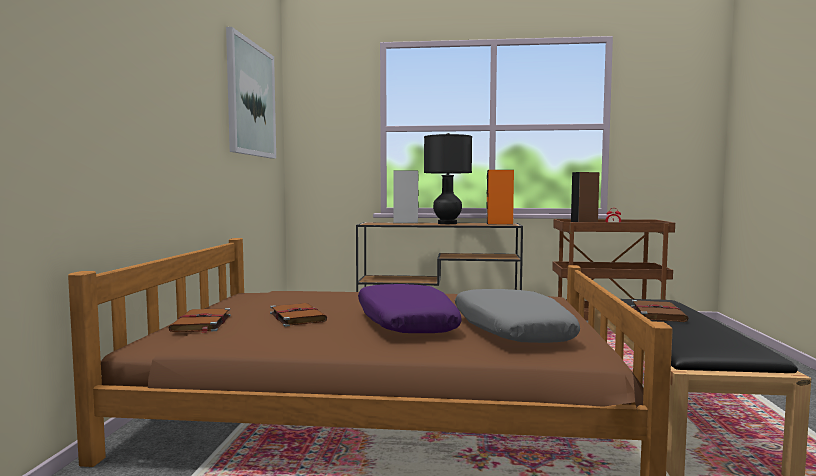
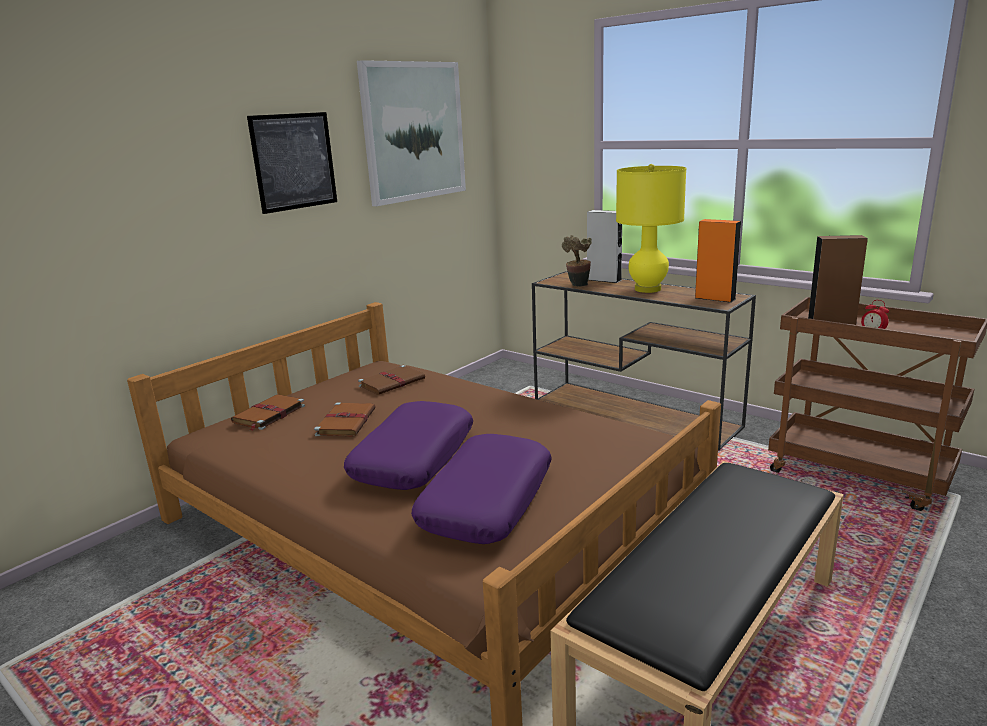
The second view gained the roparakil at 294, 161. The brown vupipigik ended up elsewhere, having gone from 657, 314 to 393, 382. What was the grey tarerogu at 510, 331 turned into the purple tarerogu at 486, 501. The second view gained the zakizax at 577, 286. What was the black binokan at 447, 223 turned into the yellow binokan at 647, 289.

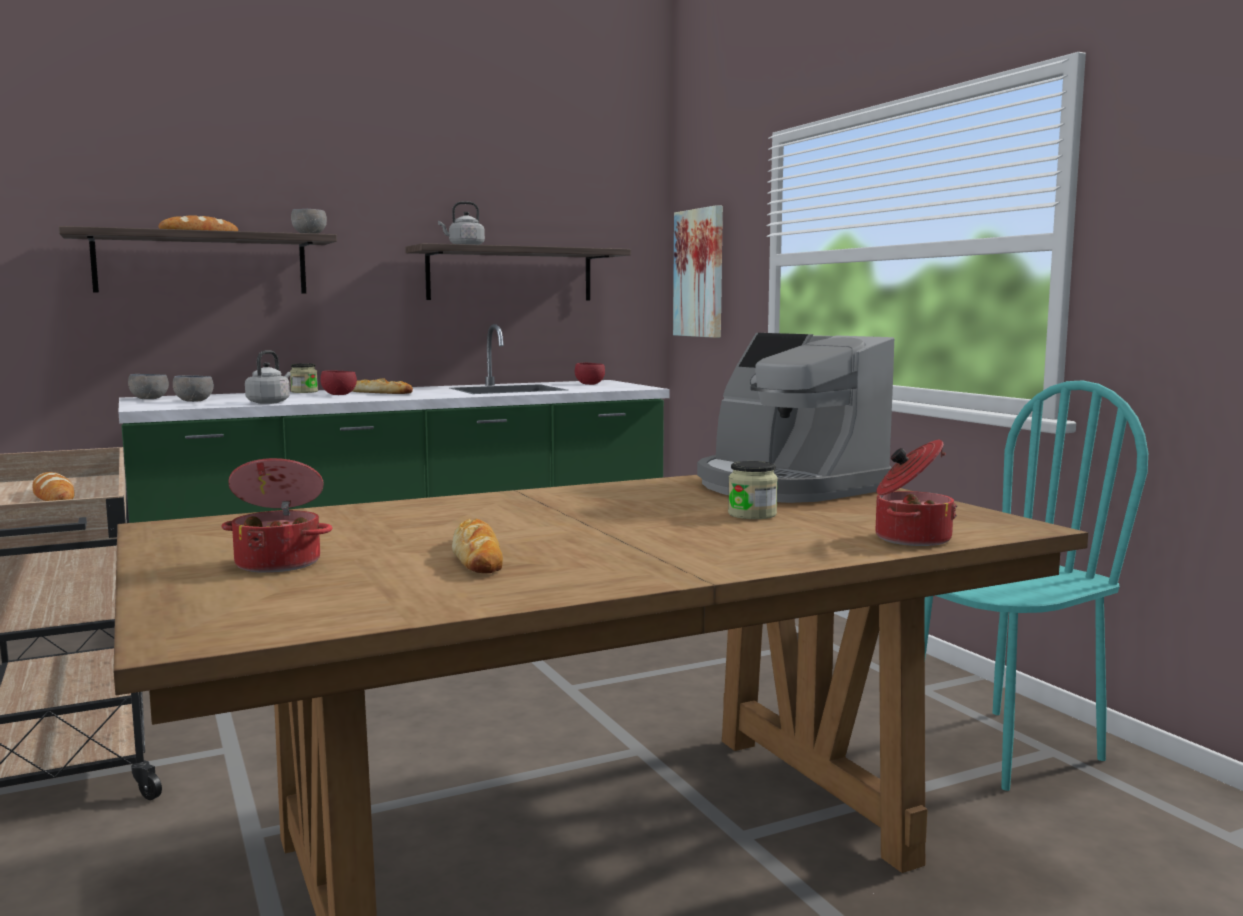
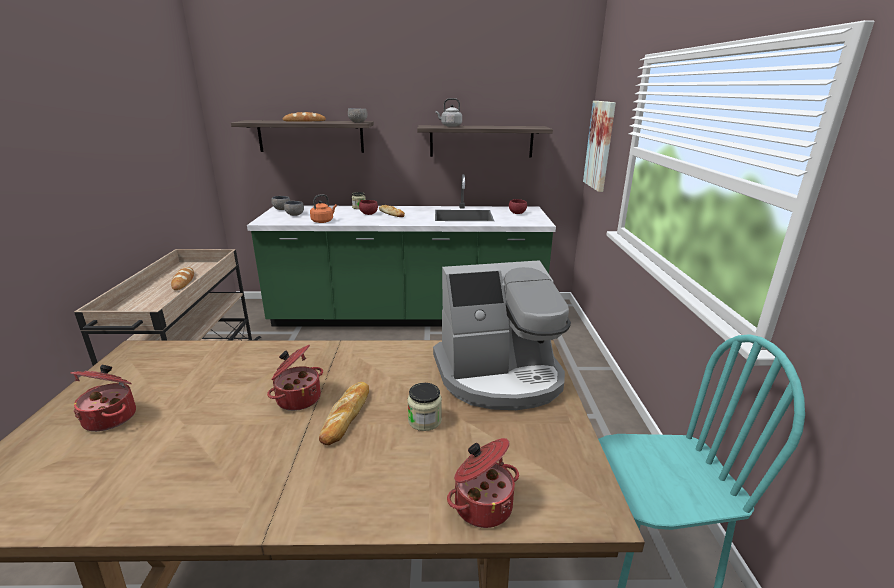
The second view gained the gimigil at 298, 398. What was the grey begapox at 270, 402 turned into the orange begapox at 323, 221. The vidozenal ended up elsewhere, having gone from 478, 556 to 346, 415. The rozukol at 785, 486 ended up facing another way, 90 degrees counterclockwise from before.

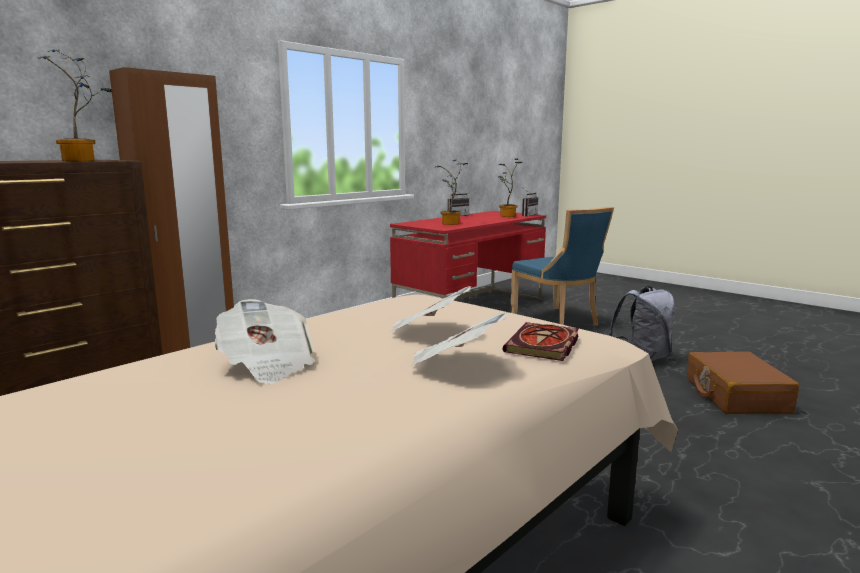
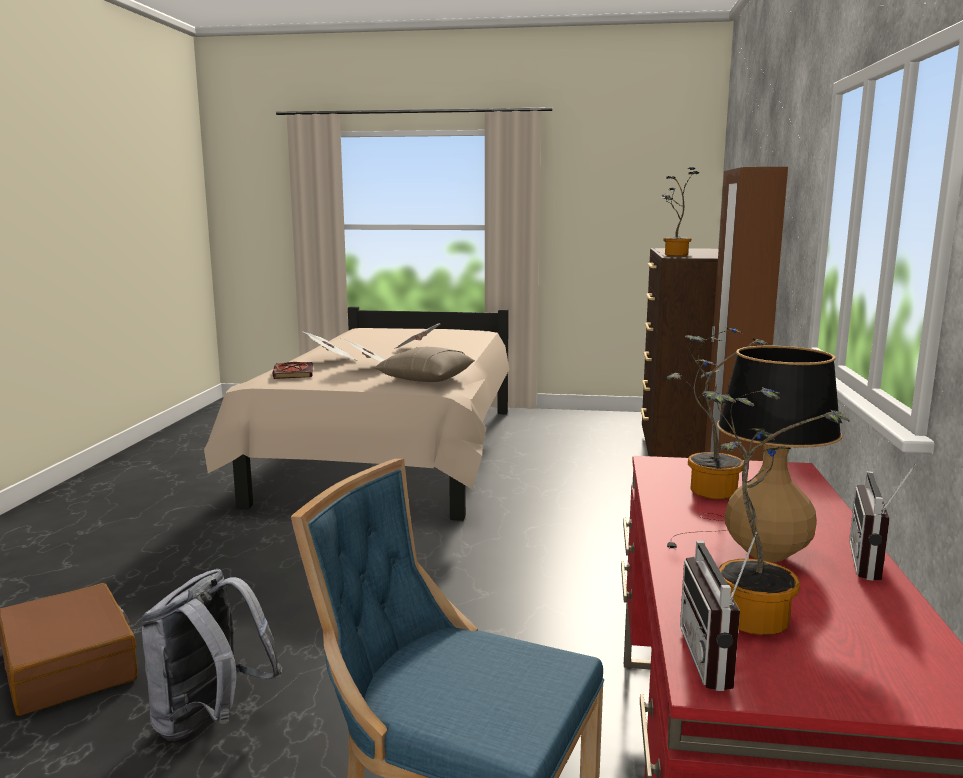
The second view gained the beige tarerogu at 425, 378. The second view gained the binokan at 755, 550.

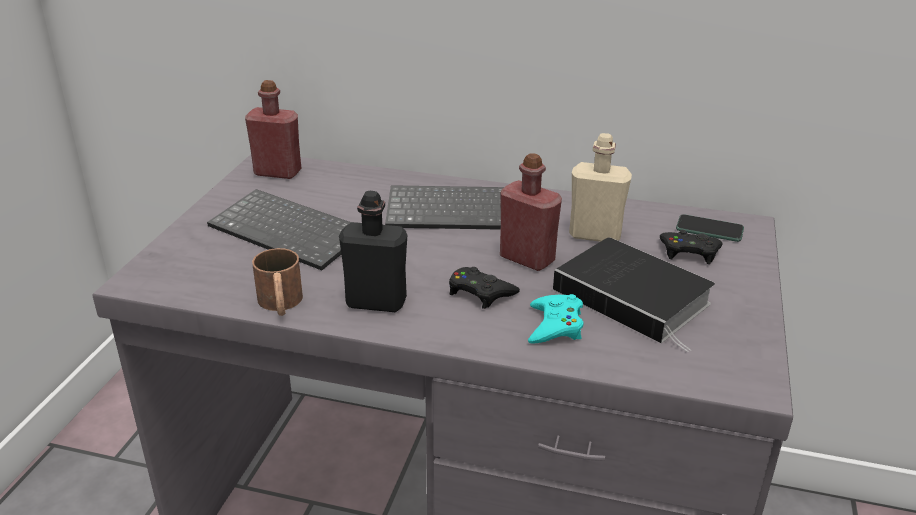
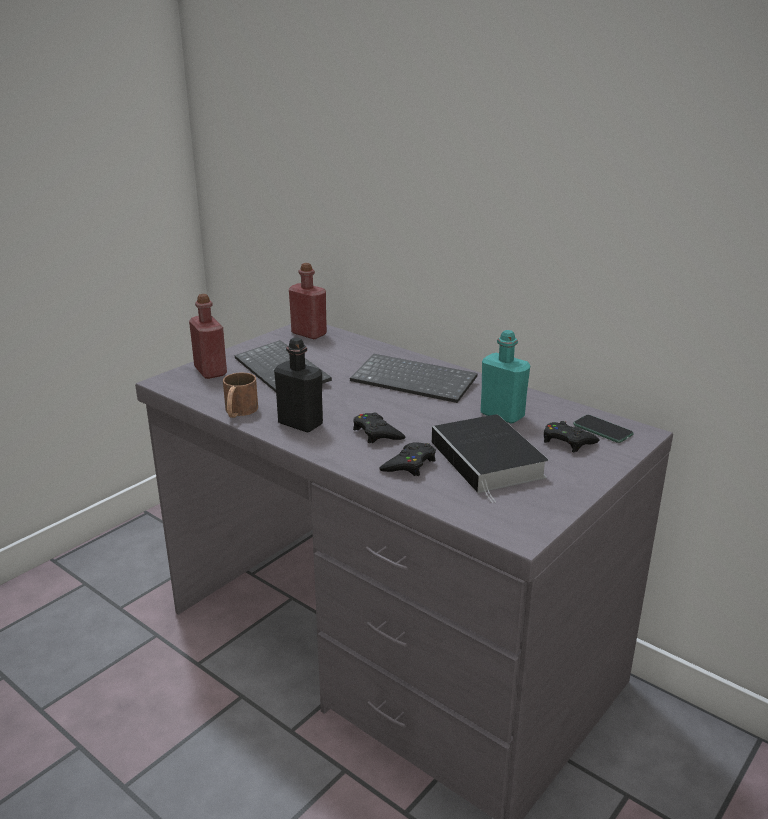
The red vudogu ended up elsewhere, having gone from 527, 258 to 210, 371. What was the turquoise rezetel at 555, 326 turned into the black rezetel at 409, 464. What was the beige vudogu at 595, 234 turned into the turquoise vudogu at 502, 415.

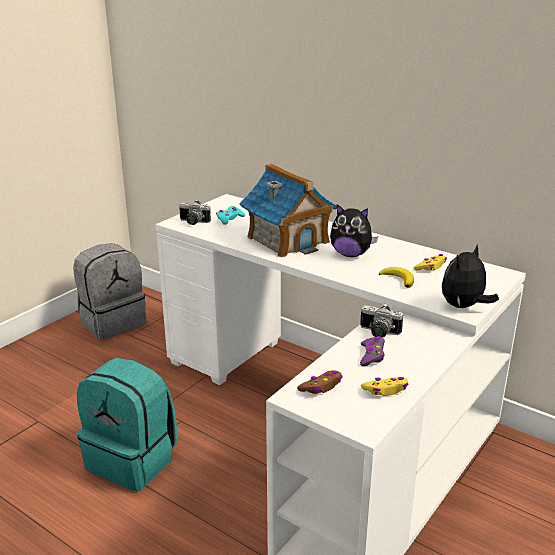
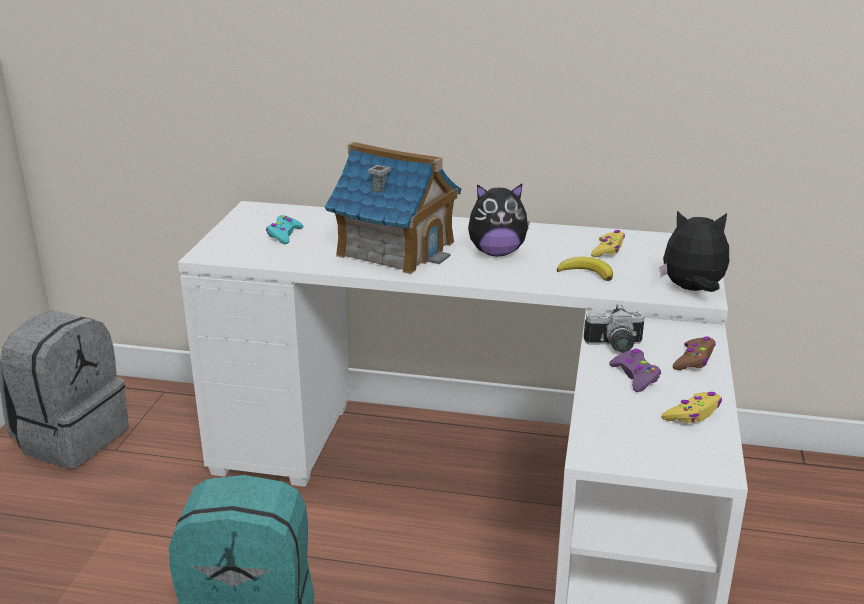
The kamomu at 463, 306 ended up facing another way, 75 degrees clockwise from before. The brown rezetel ended up elsewhere, having gone from 321, 387 to 694, 360. The second view lost the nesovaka at 193, 222.

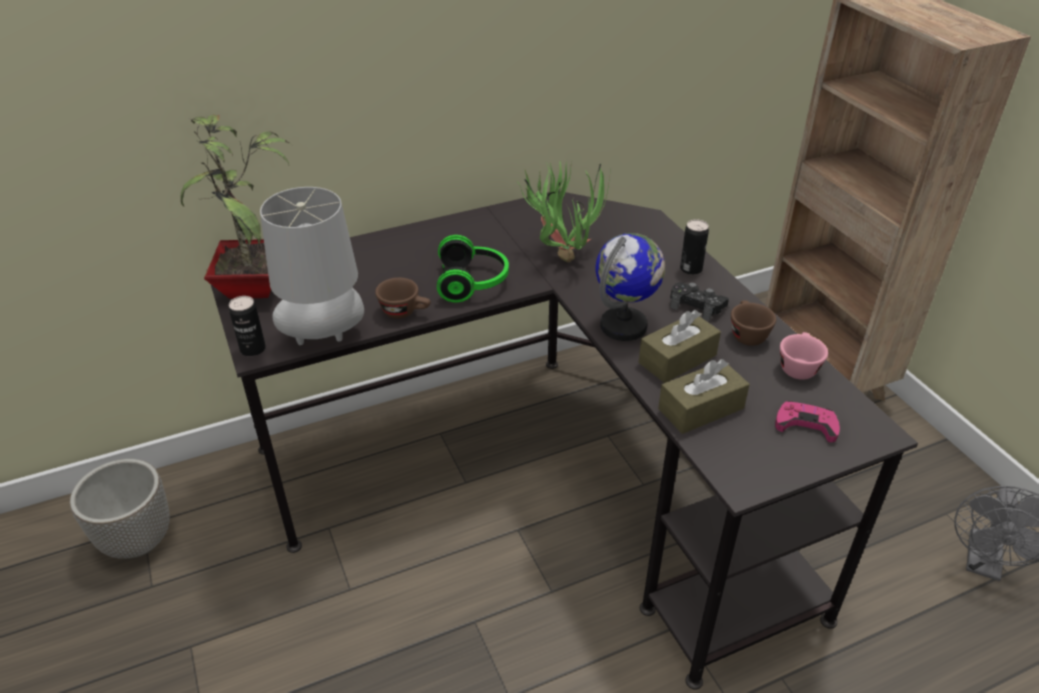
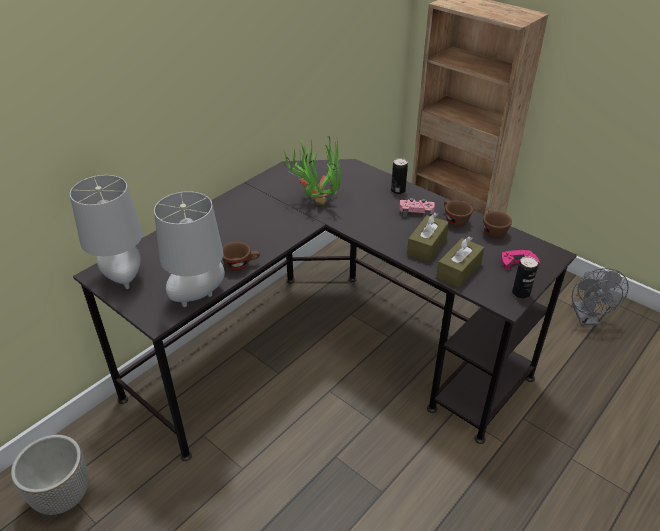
Where the zakizax stood at 256, 287, the grey binokan came to stand at 122, 277. What was the black rezetel at 697, 305 turned into the pink rezetel at 416, 211. What was the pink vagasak at 798, 366 turned into the brown vagasak at 492, 231. The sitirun ended up elsewhere, having gone from 253, 349 to 521, 293. The second view lost the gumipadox at 473, 282. The second view lost the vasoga at 624, 326.

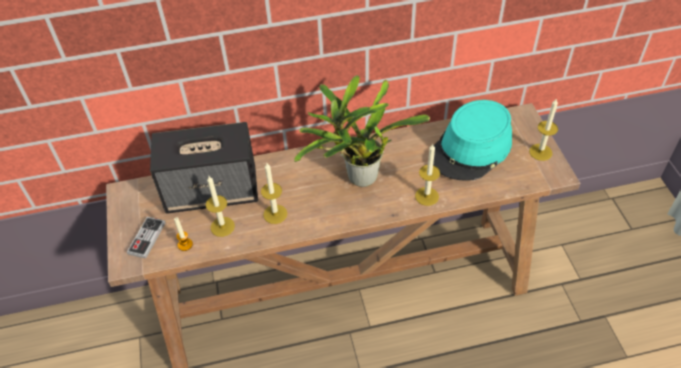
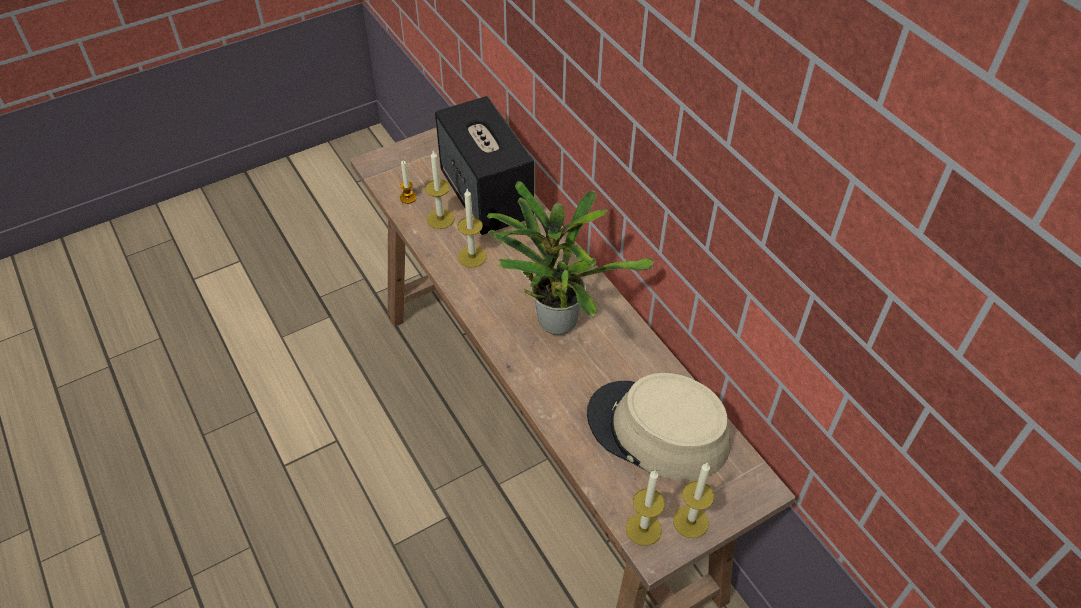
What was the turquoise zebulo at 471, 149 turned into the beige zebulo at 657, 431. The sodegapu ended up elsewhere, having gone from 427, 196 to 643, 529. The second view lost the rezetel at 147, 238.

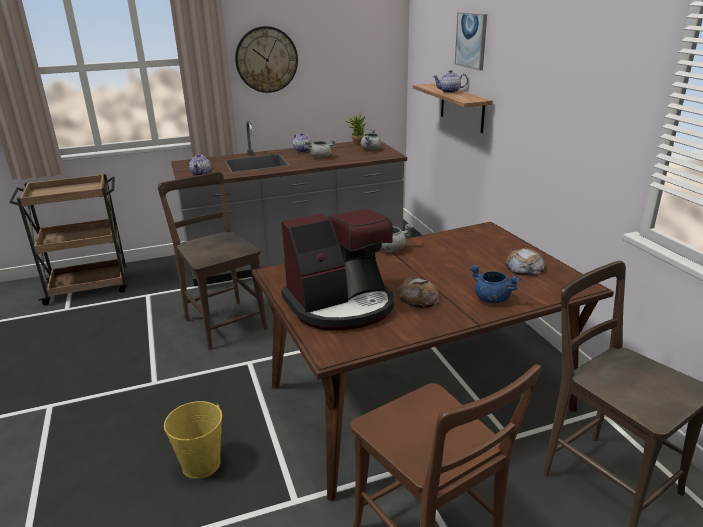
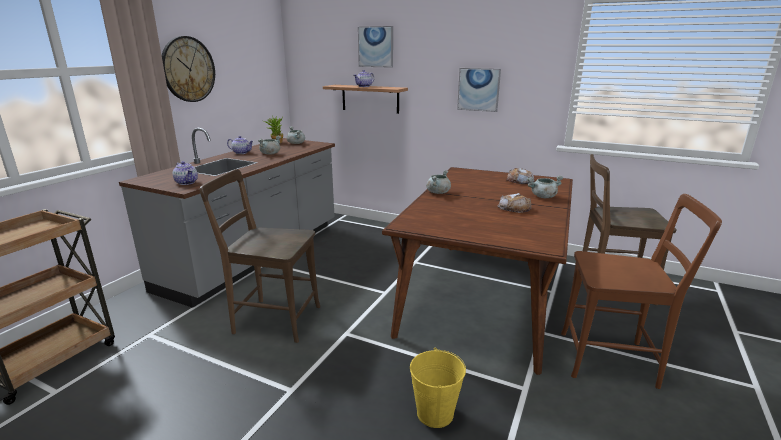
The second view gained the roparakil at 478, 89. What was the blue gimigil at 491, 299 turned into the grey gimigil at 543, 197. The second view lost the rozukol at 341, 305.

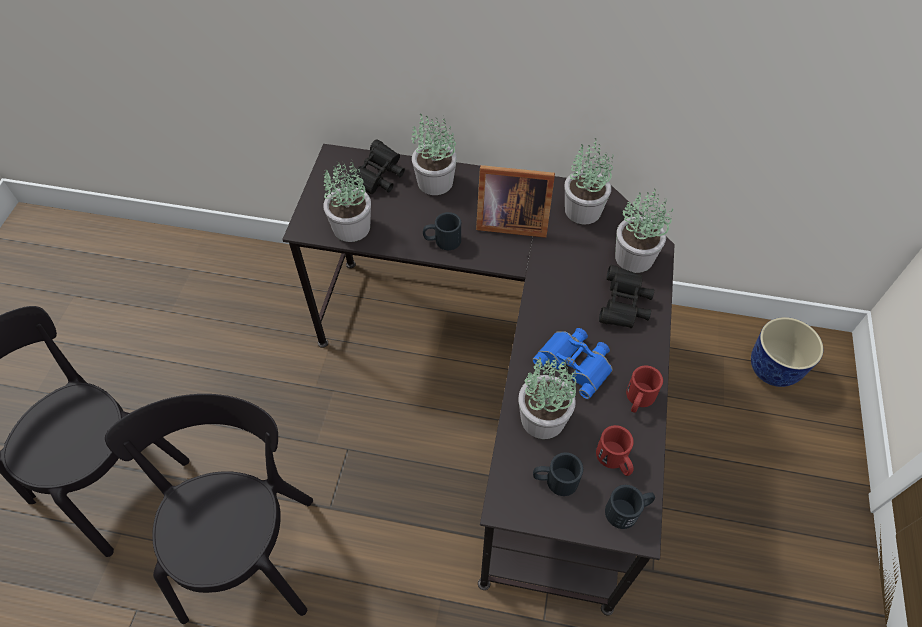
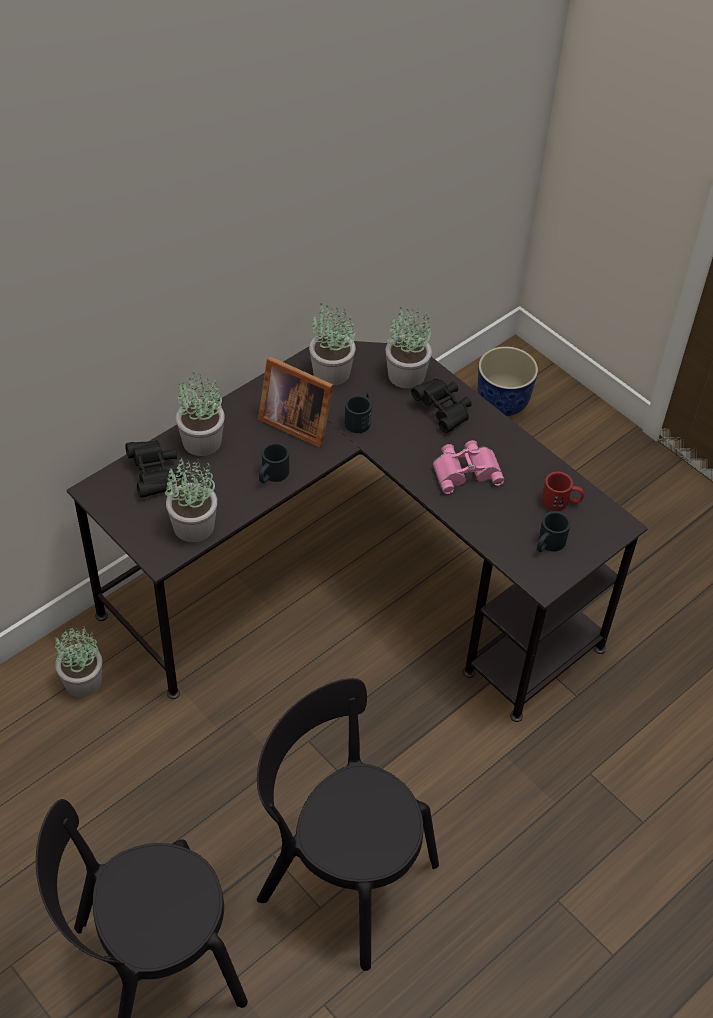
The zakizax ended up elsewhere, having gone from 542, 419 to 83, 682. The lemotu at 509, 221 ended up facing another way, 75 degrees clockwise from before. The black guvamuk ended up elsewhere, having gone from 628, 510 to 359, 419. What was the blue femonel at 576, 362 turned into the pink femonel at 466, 470. The second view lost the red guvamuk at 638, 399.

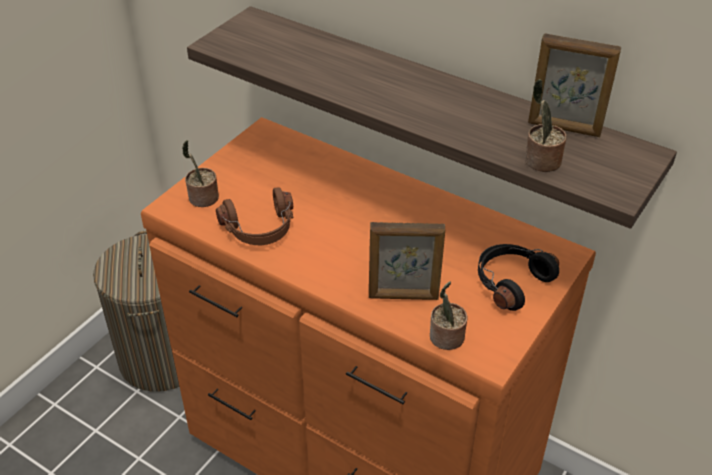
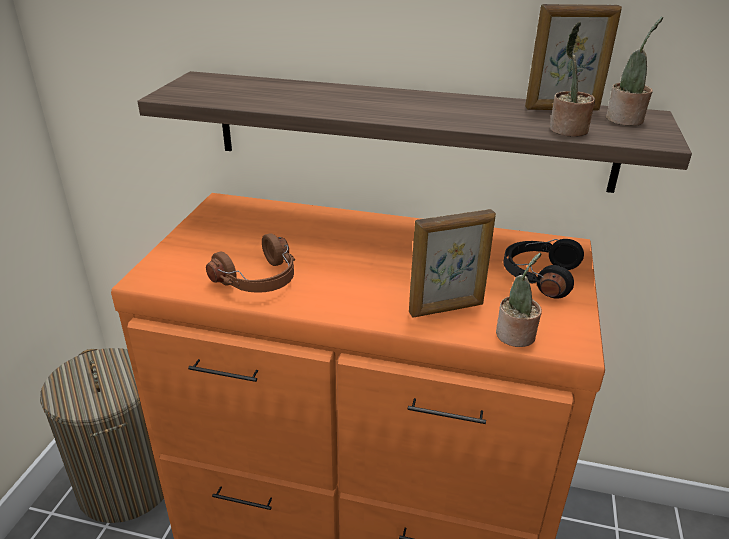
The zakizax ended up elsewhere, having gone from 202, 199 to 625, 120.

